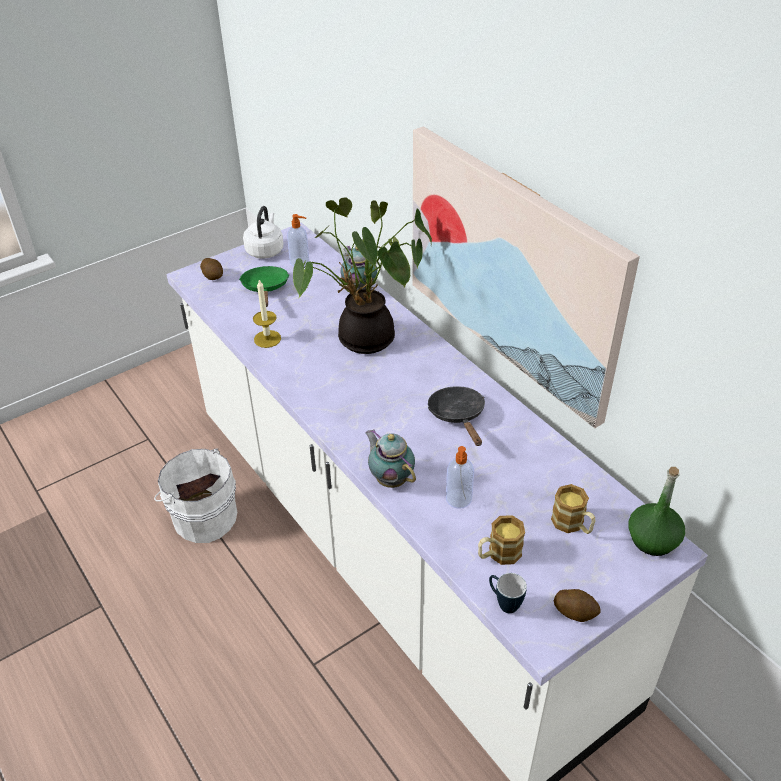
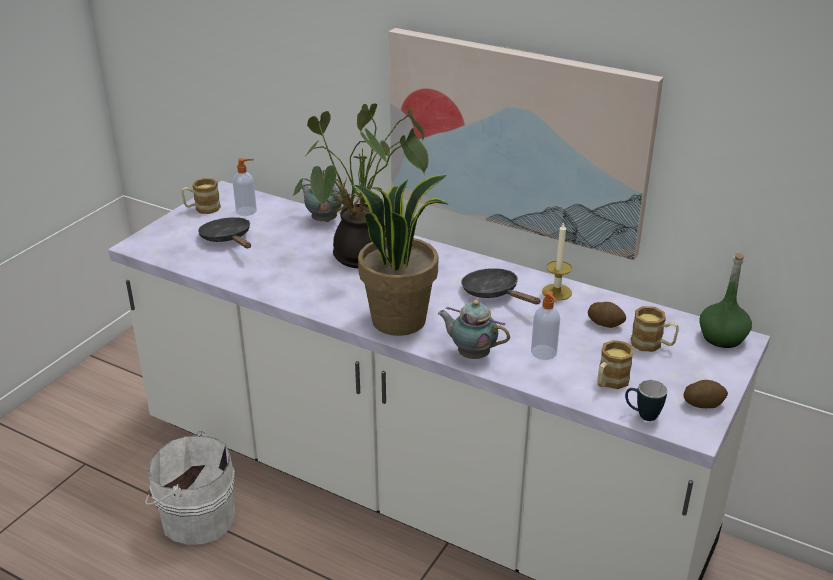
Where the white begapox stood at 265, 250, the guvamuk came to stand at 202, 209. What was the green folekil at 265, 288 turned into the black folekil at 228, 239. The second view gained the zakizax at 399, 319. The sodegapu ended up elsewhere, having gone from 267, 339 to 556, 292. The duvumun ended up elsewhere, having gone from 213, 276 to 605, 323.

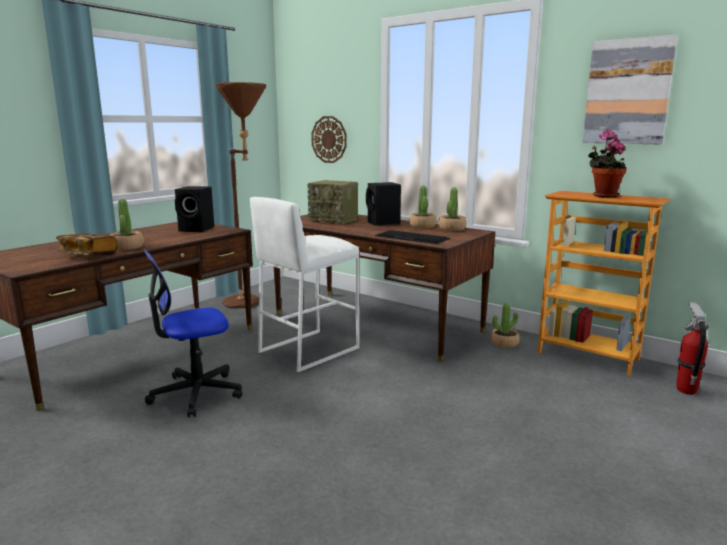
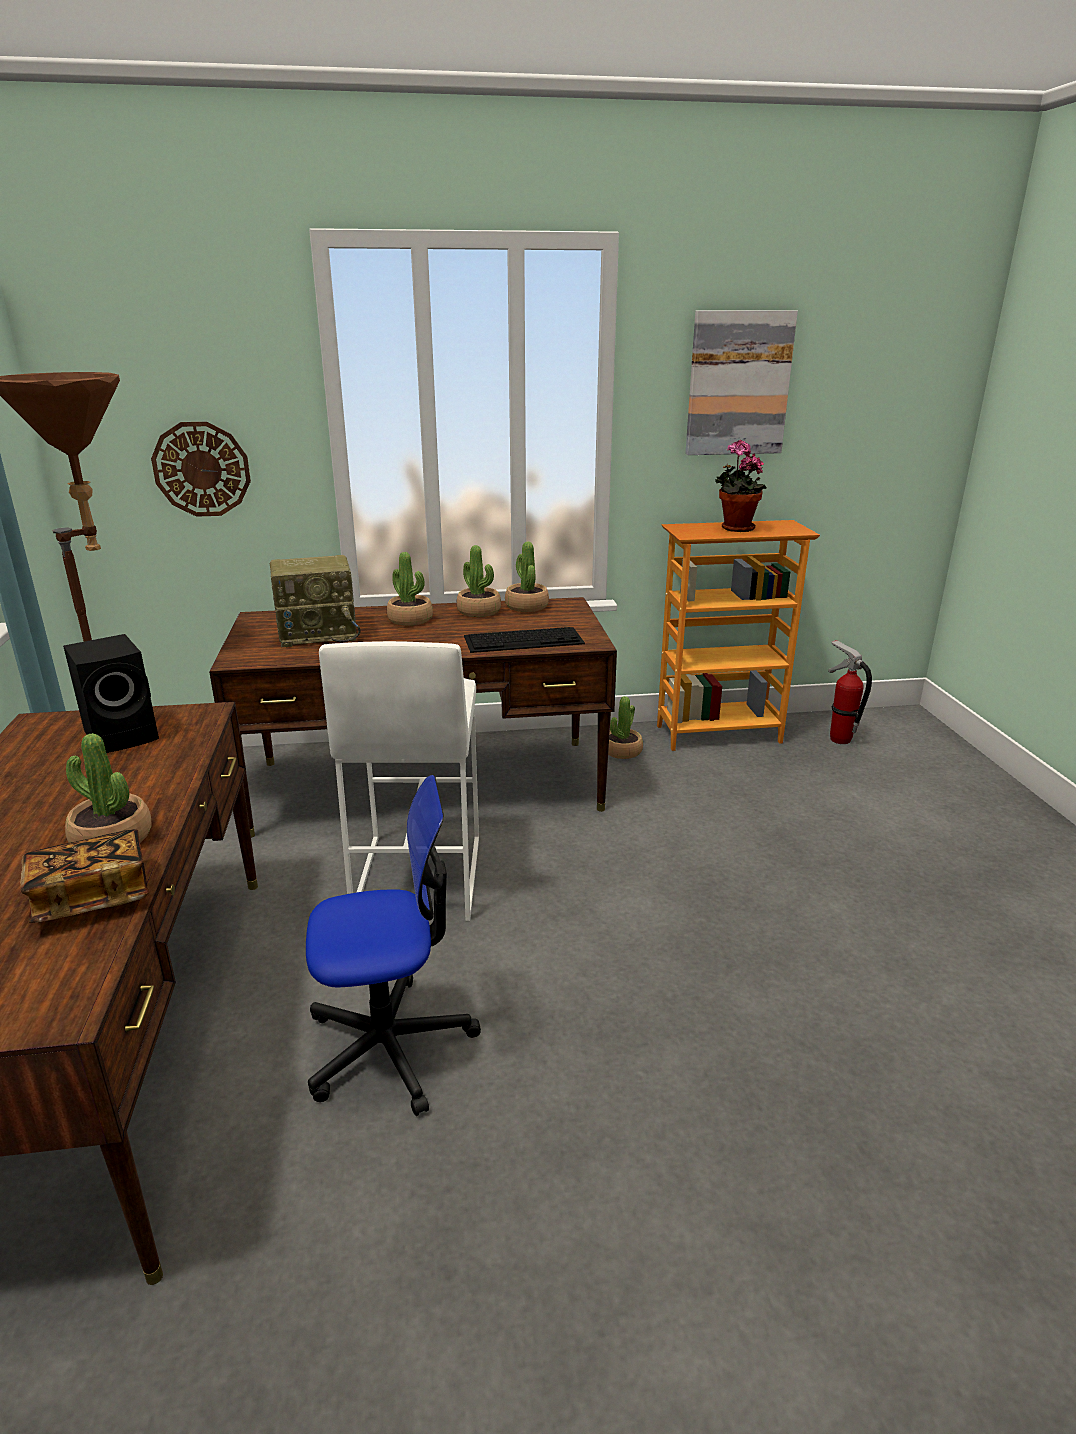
The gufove at 196, 393 ended up facing another way, 120 degrees counterclockwise from before. Where the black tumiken stood at 383, 223, the zakizax came to stand at 410, 619.

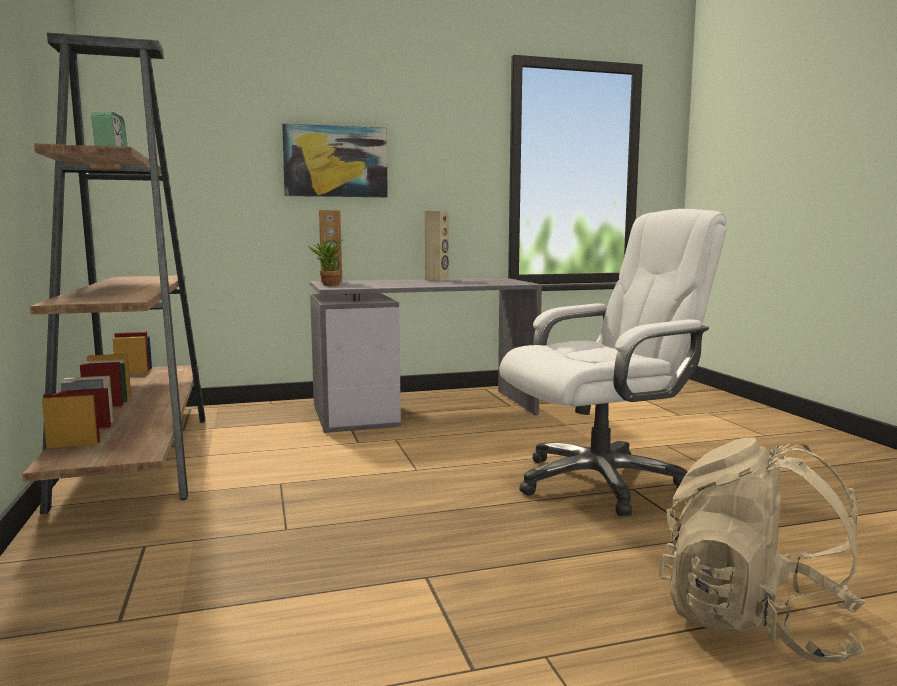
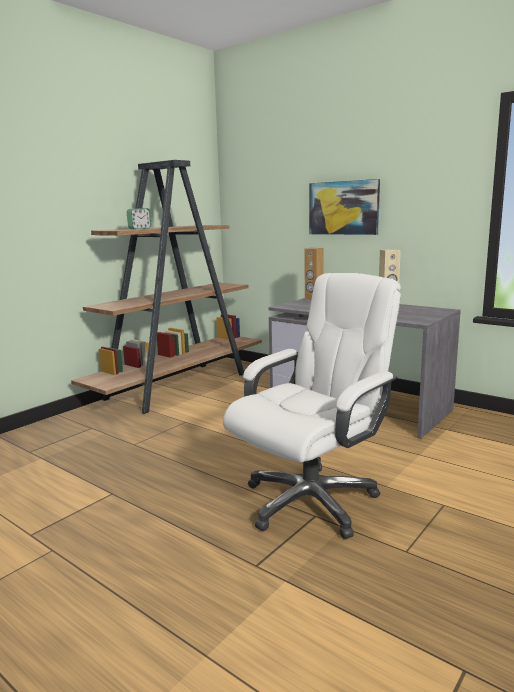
The white gufove at 600, 482 ended up facing another way, 75 degrees counterclockwise from before. The second view lost the zakizax at 327, 285. The second view lost the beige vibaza at 755, 623.

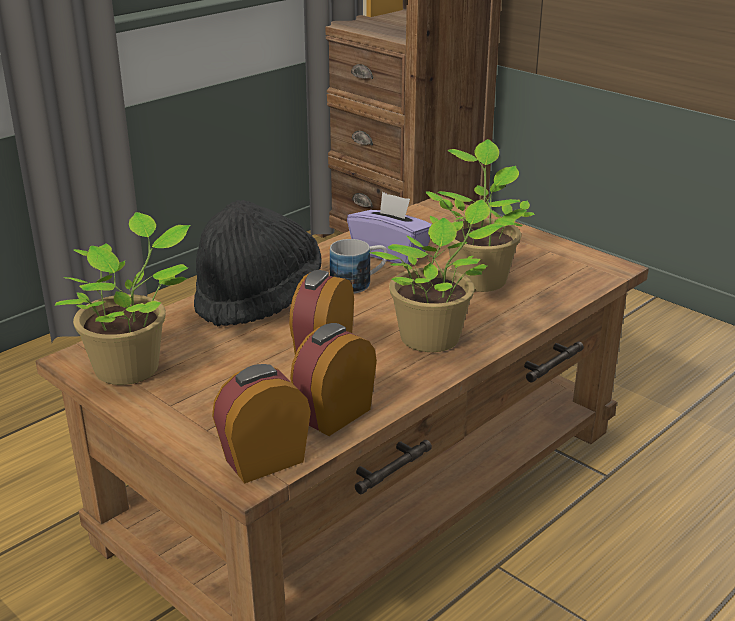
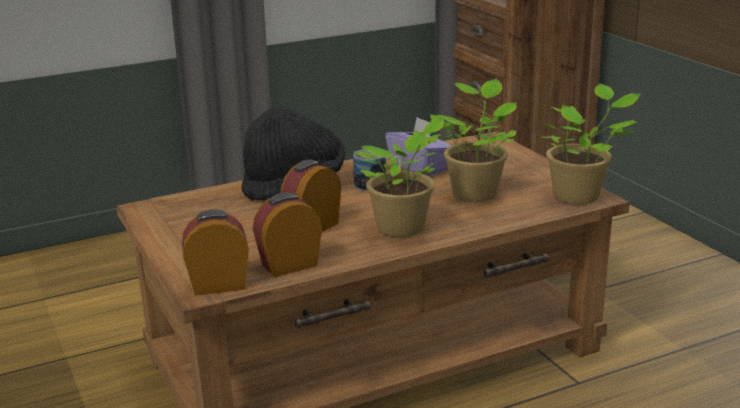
The zakizax ended up elsewhere, having gone from 132, 368 to 580, 196.

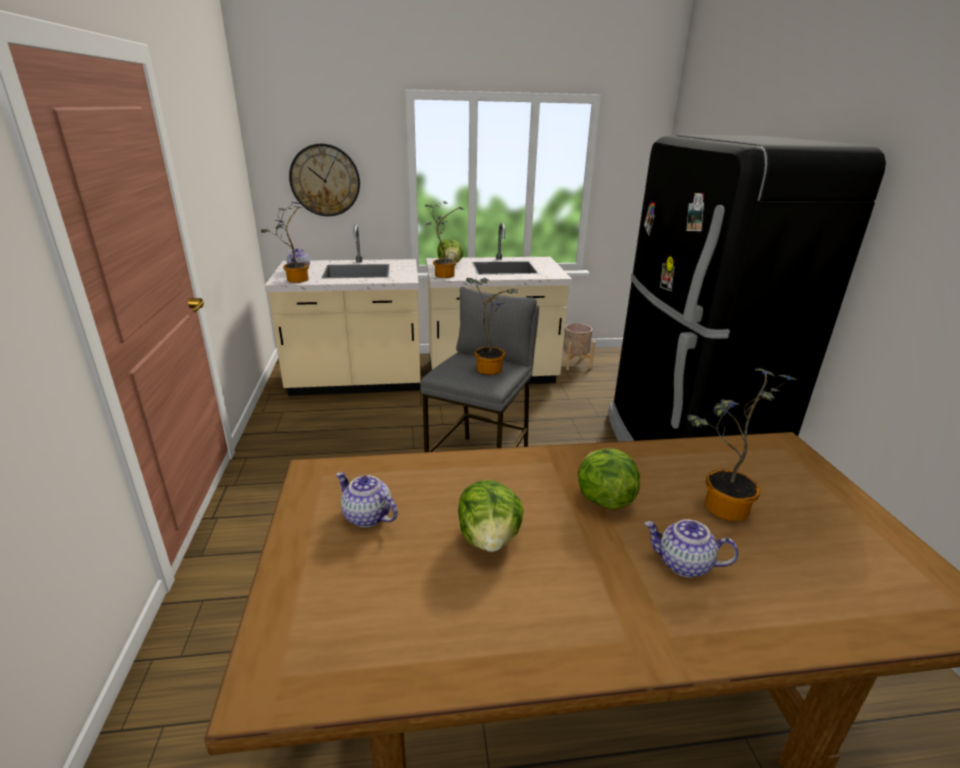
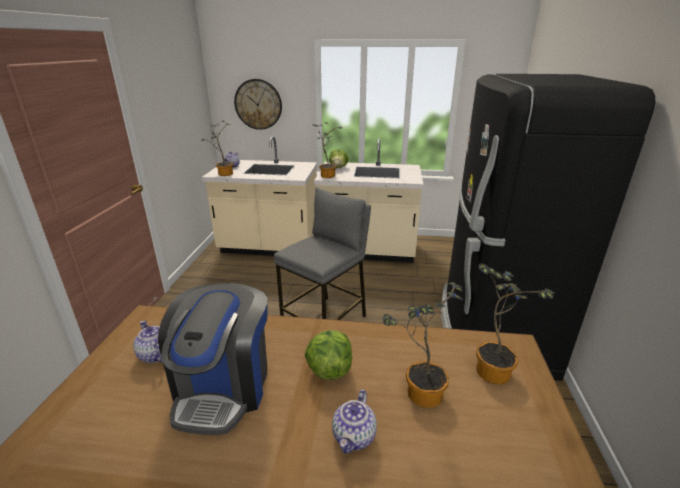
Where the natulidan stood at 489, 539, the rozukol came to stand at 224, 387. The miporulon at 683, 564 ended up facing another way, 105 degrees counterclockwise from before. The zakizax ended up elsewhere, having gone from 489, 367 to 493, 369. The second view lost the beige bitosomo at 574, 363.

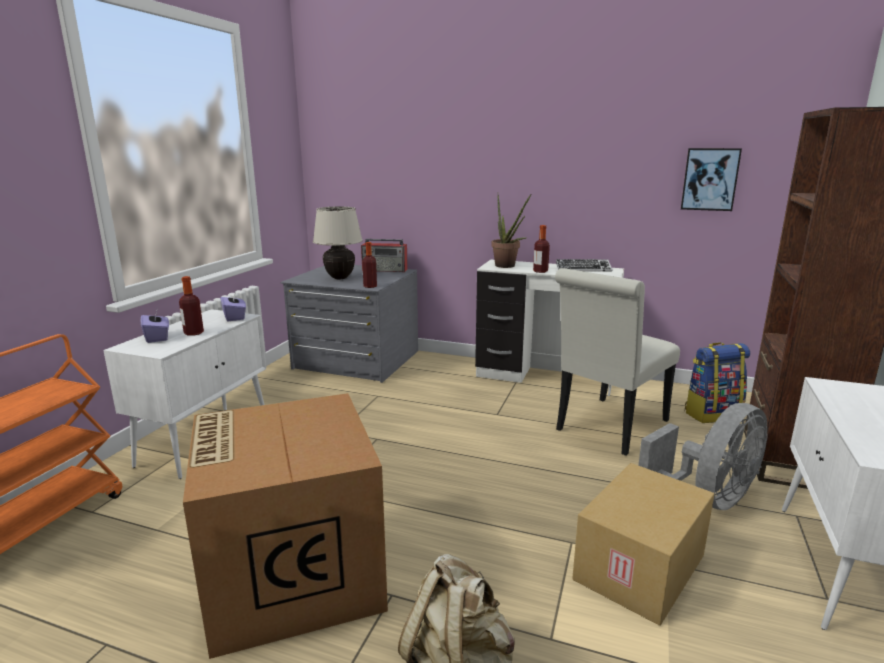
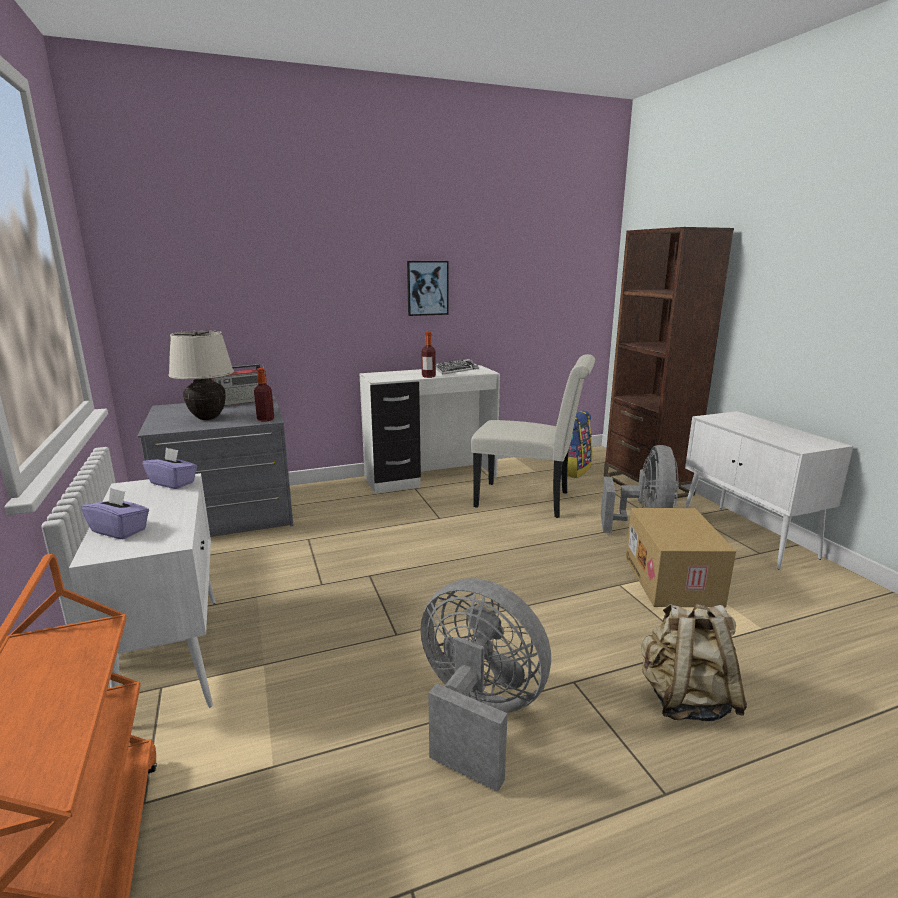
The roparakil ended up elsewhere, having gone from 710, 179 to 427, 288. Where the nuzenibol stood at 291, 573, the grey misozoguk came to stand at 477, 715. The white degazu at 608, 428 ended up facing another way, 75 degrees counterclockwise from before. The second view lost the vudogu at 193, 333. The second view lost the zakizax at 507, 266.

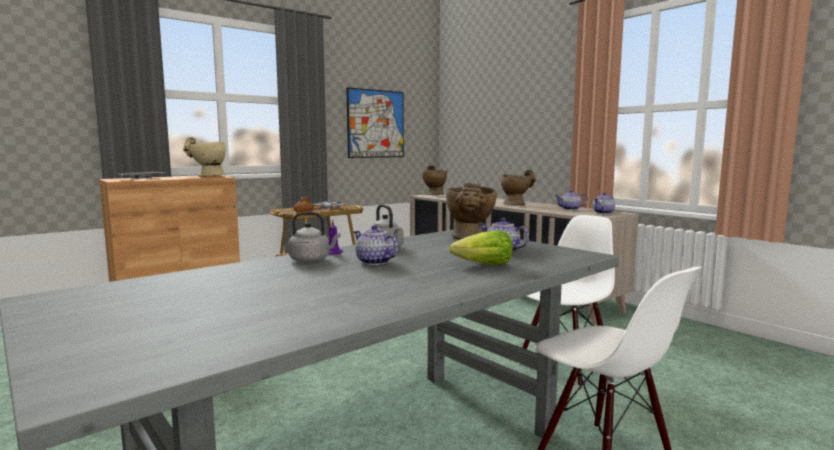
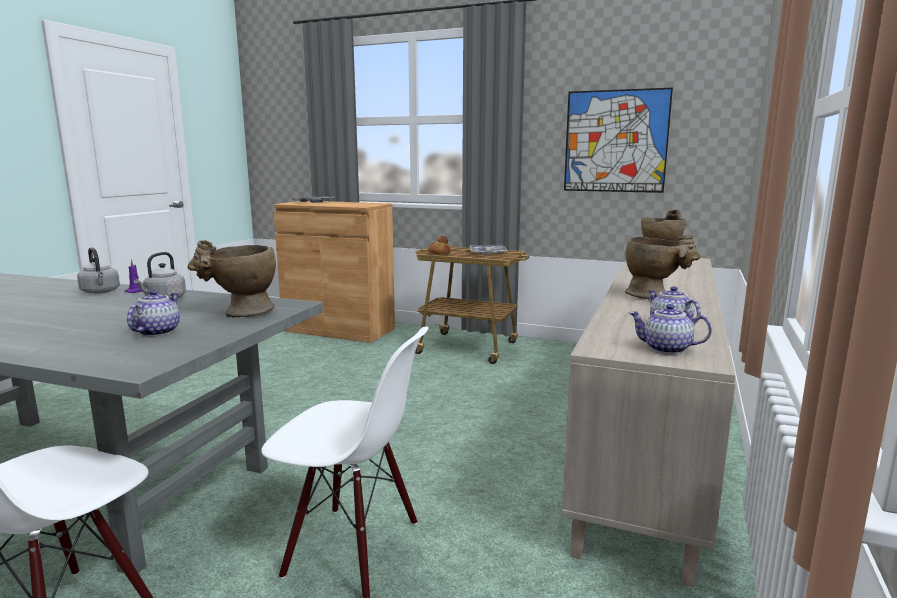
The second view lost the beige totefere at 206, 176. The second view lost the miporulon at 373, 262. The second view lost the natulidan at 484, 265.

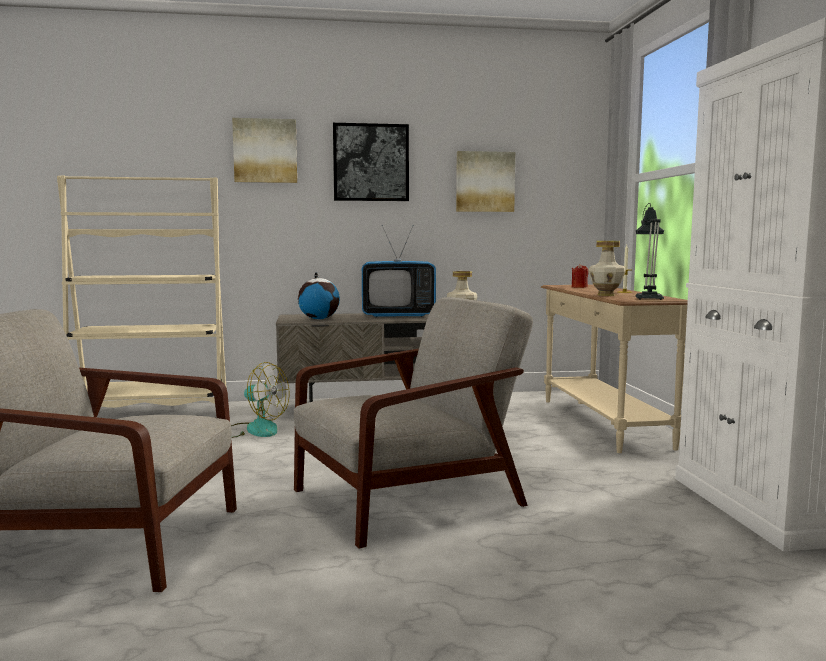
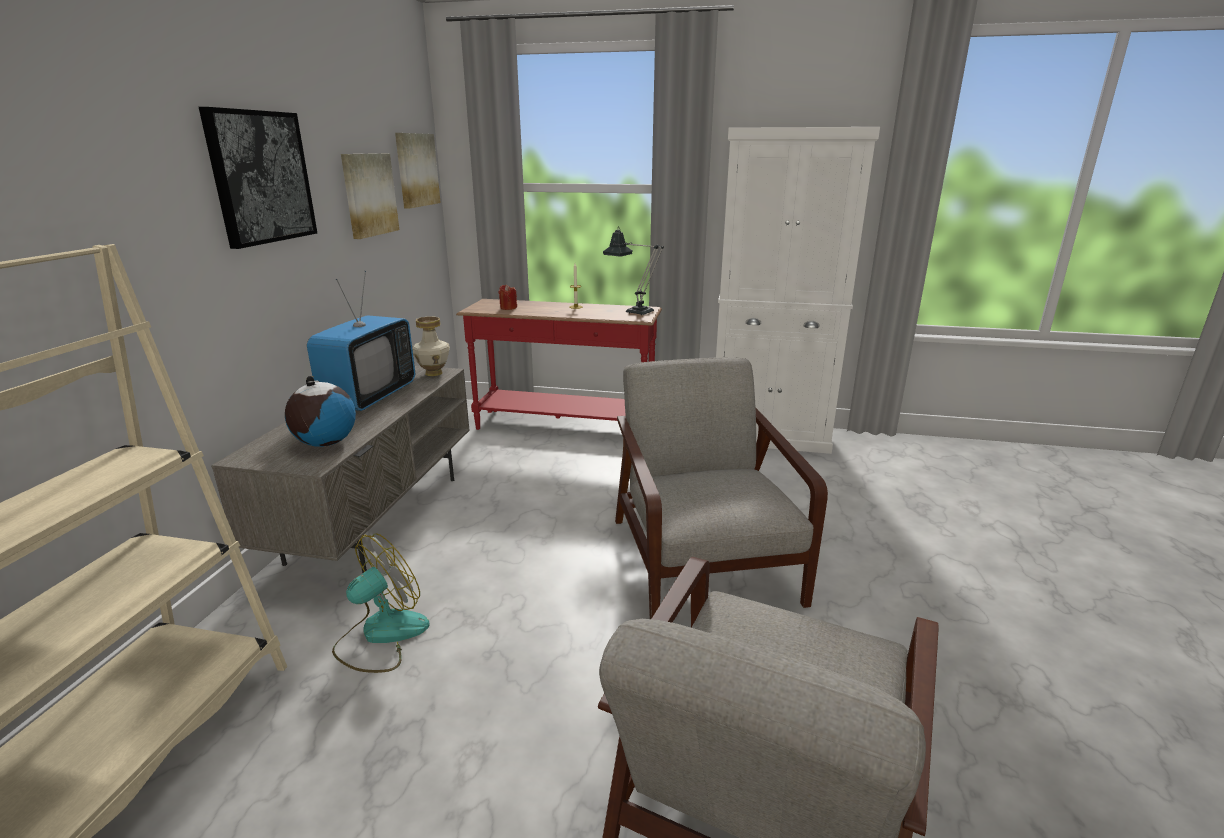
The roparakil ended up elsewhere, having gone from 265, 151 to 416, 170. What was the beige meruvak at 601, 423 turned into the red meruvak at 564, 427. The second view lost the totefere at 606, 295.

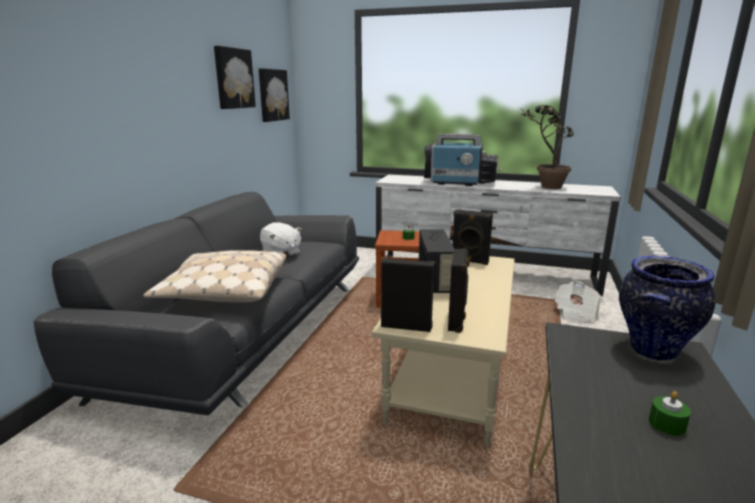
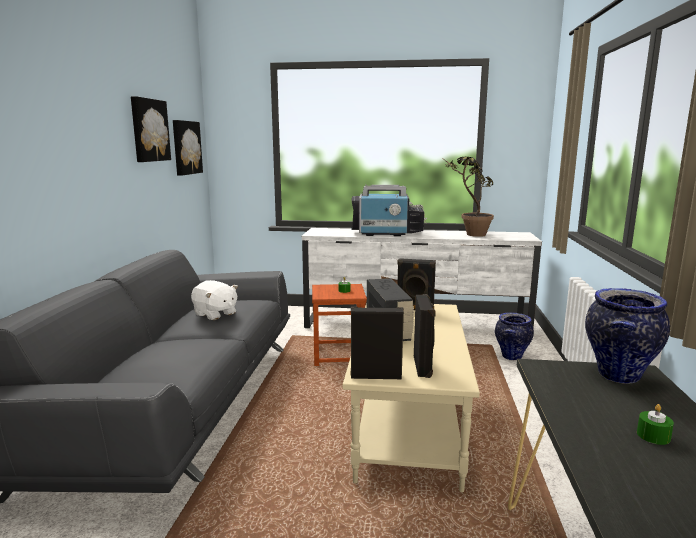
Where the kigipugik stood at 575, 313, the totefere came to stand at 511, 357. The second view lost the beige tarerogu at 224, 291.

